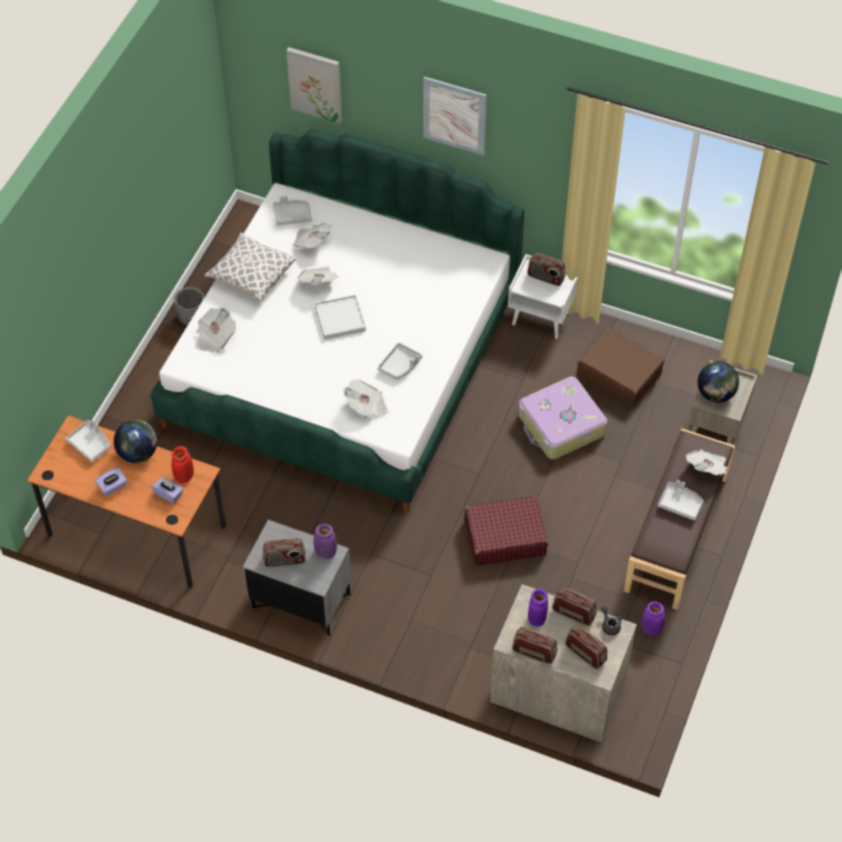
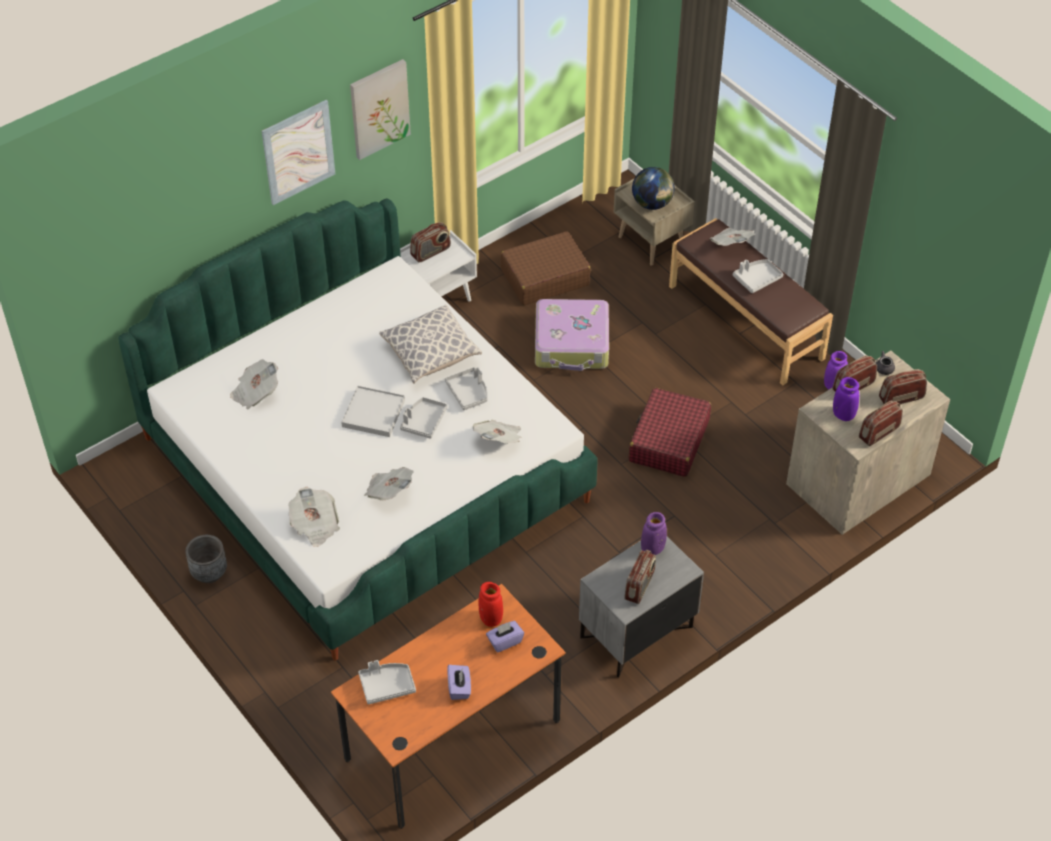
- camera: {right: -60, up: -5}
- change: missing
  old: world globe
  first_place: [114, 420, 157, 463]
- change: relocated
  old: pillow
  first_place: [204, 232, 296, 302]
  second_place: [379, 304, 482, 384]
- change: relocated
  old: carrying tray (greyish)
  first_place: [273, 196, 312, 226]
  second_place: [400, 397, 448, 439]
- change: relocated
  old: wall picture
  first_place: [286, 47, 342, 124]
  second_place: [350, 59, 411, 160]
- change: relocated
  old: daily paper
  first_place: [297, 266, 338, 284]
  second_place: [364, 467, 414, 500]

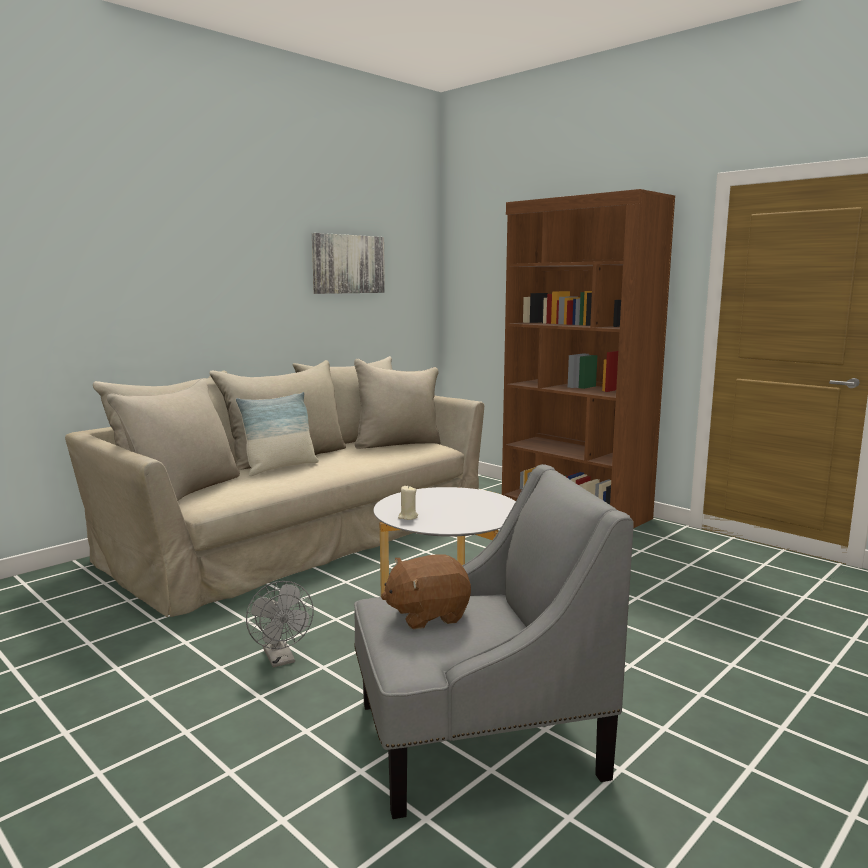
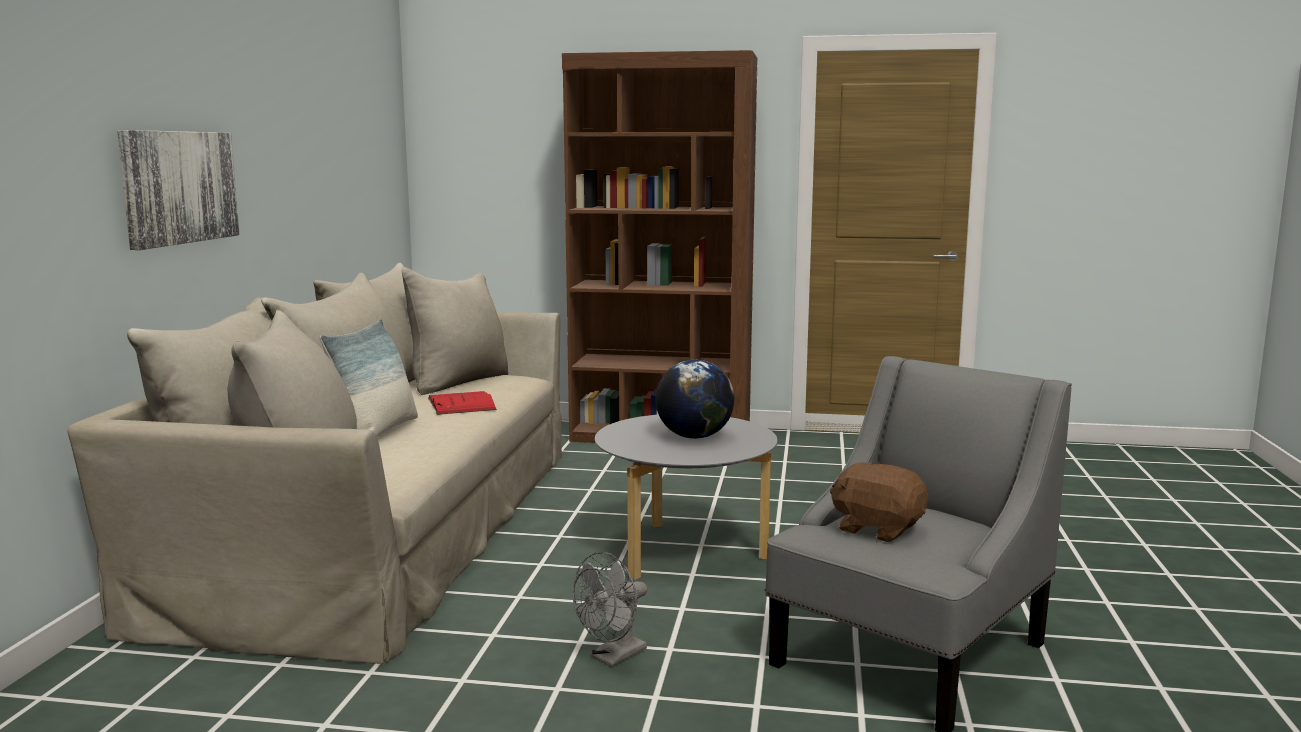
- camera: {right: -35, up: 0}
- change: spun
  old: fan (greyish)
  first_place: [246, 581, 314, 667]
  second_place: [573, 552, 647, 667]
  degrees: 105
- change: relocated
  old: wall picture
  first_place: [312, 233, 385, 294]
  second_place: [117, 130, 240, 250]
- change: spun
  old: plush toy (brown)
  first_place: [381, 554, 471, 629]
  second_place: [830, 461, 928, 542]
  degrees: 90
- change: missing
  old: candle (sand-coloured)
  first_place: [398, 486, 418, 520]
- change: appeared
  new: volume (reddish)
  second_place: [428, 391, 497, 415]
- change: appeared
  new: world globe
  second_place: [655, 360, 735, 439]

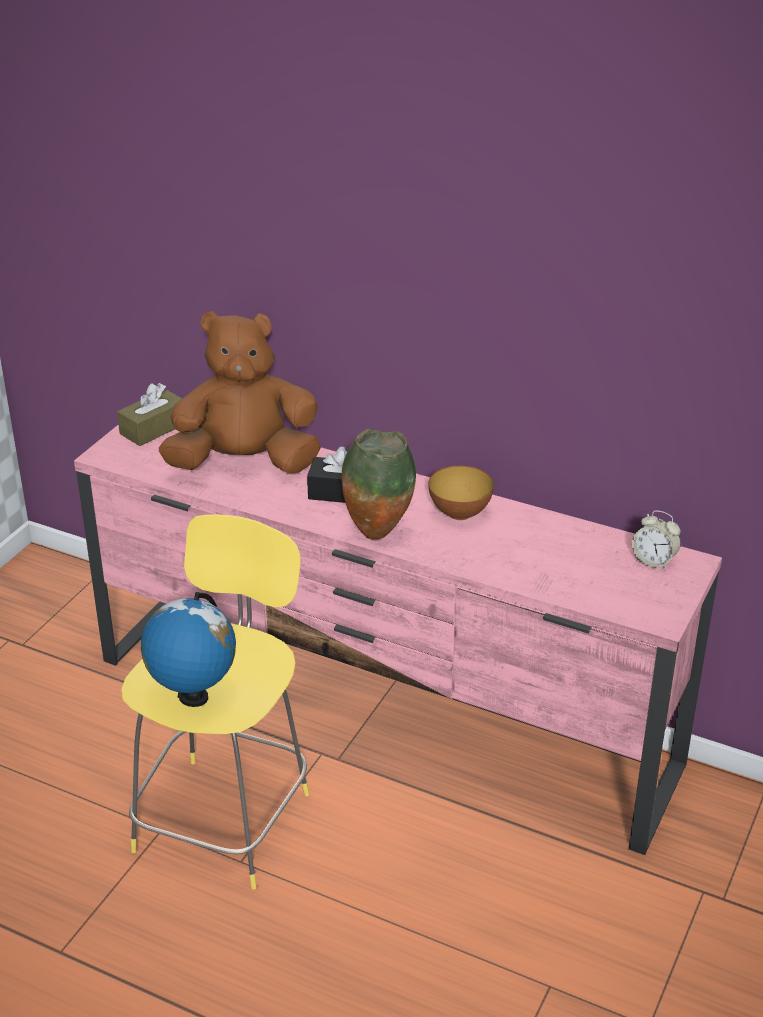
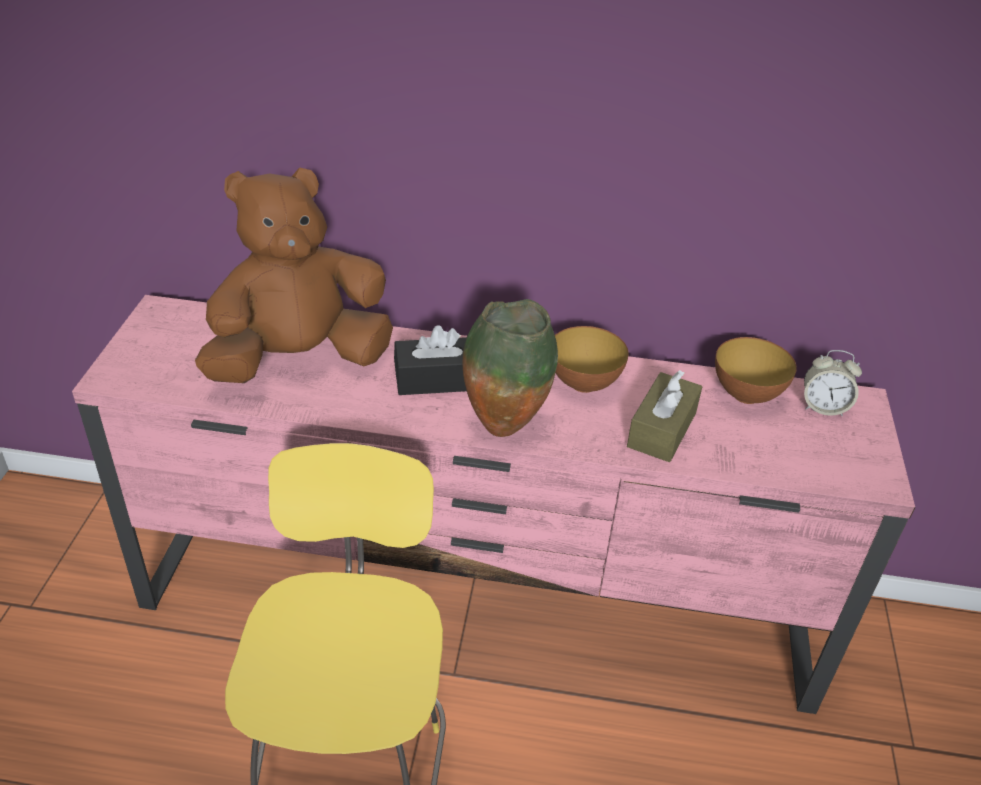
- camera: {right: -20, up: 5}
- change: relocated
  old: tissue holder (brown)
  first_place: [117, 383, 182, 446]
  second_place: [627, 370, 702, 462]
- change: missing
  old: world globe
  first_place: [141, 592, 236, 707]
- change: appeared
  new: deep dish
  second_place: [715, 337, 797, 404]

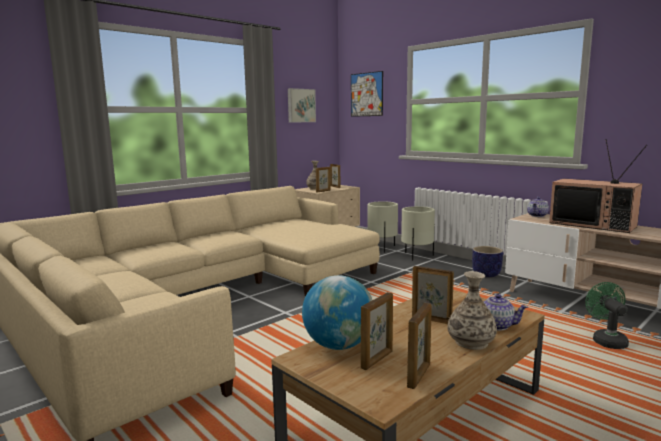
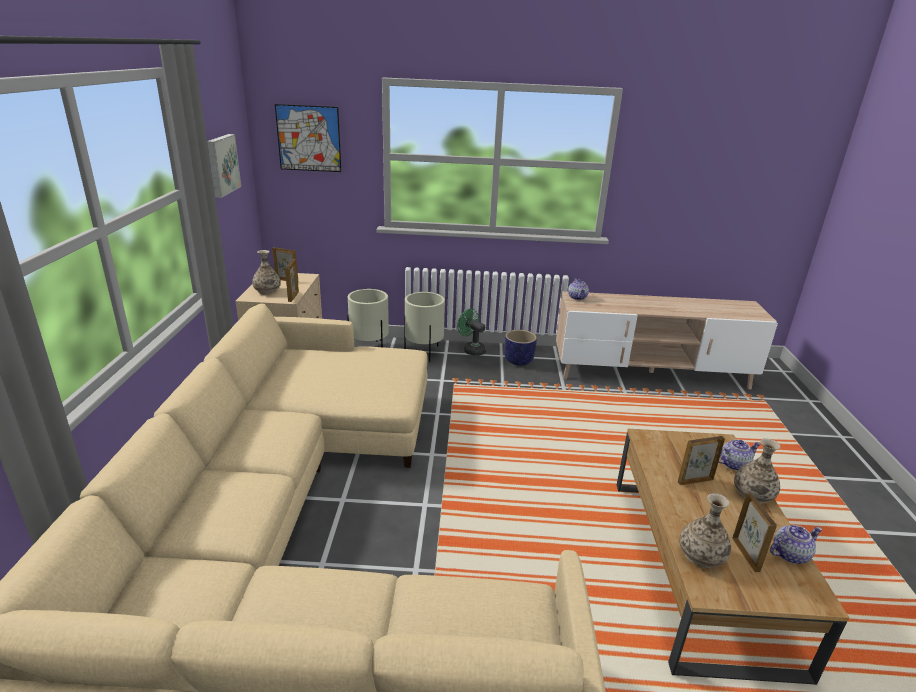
- camera: {right: -45, up: 15}
- change: exchanged
  old: world globe
  new: flower vase
  first_place: [302, 275, 372, 350]
  second_place: [680, 493, 731, 568]
- change: exchanged
  old: standing frame
  new: tea pot
  first_place: [407, 303, 432, 389]
  second_place: [770, 525, 822, 564]
- change: missing
  old: TV
  first_place: [549, 139, 647, 233]
- change: relocated
  old: fan (greenish)
  first_place: [585, 282, 629, 349]
  second_place: [457, 309, 486, 356]

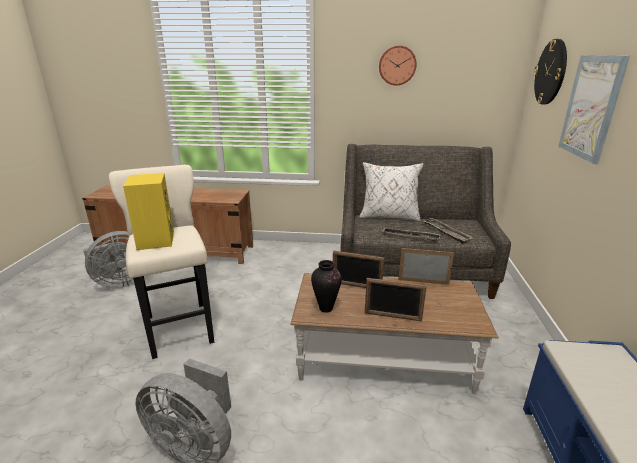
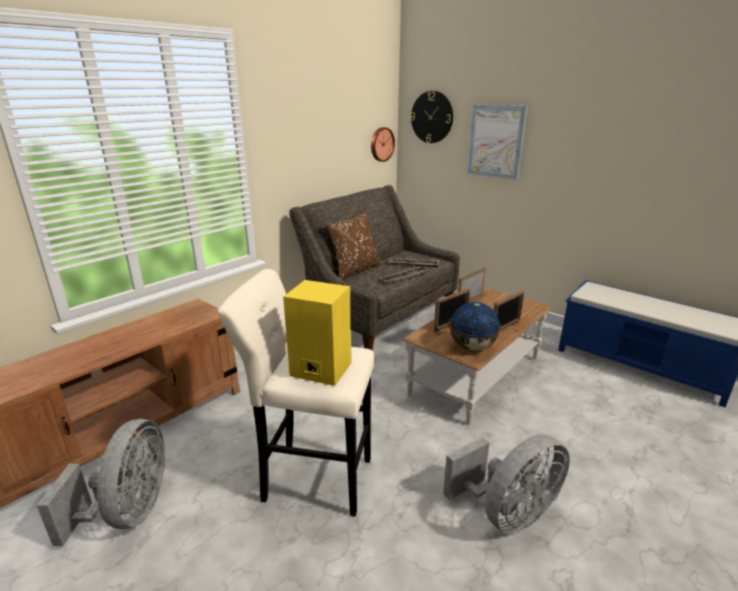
- camera: {right: -55, up: 0}
- change: exchanged
  old: flower vase
  new: world globe
  first_place: [311, 260, 342, 313]
  second_place: [449, 302, 501, 351]
- change: colour
  old: pillow (white)
  new: pillow (brown)
  first_place: [360, 162, 423, 221]
  second_place: [324, 211, 382, 279]
- change: relocated
  old: clock on the wall
  first_place: [379, 45, 417, 85]
  second_place: [371, 127, 395, 162]

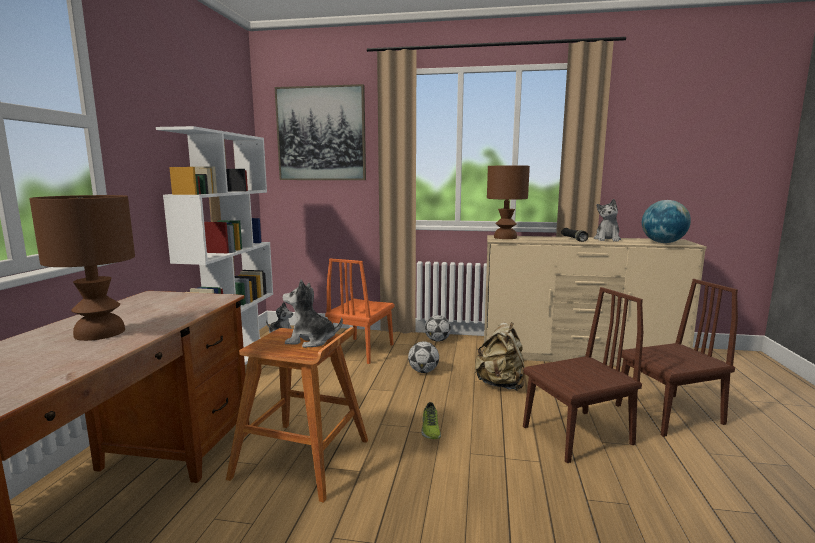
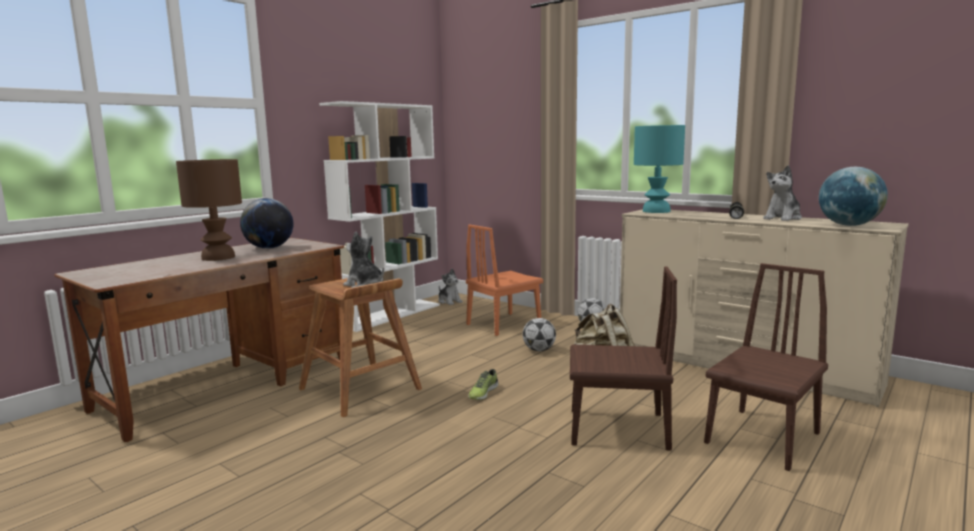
- camera: {right: 30, up: 0}
- change: missing
  old: wall picture
  first_place: [275, 84, 366, 180]
- change: colour
  old: table lamp (brown)
  new: table lamp (blue-green)
  first_place: [487, 165, 530, 239]
  second_place: [634, 125, 685, 213]
- change: spun
  old: plain chair (brown)
  first_place: [616, 279, 738, 437]
  second_place: [704, 263, 828, 471]
  degrees: -60
- change: appeared
  new: world globe
  second_place: [240, 198, 293, 249]

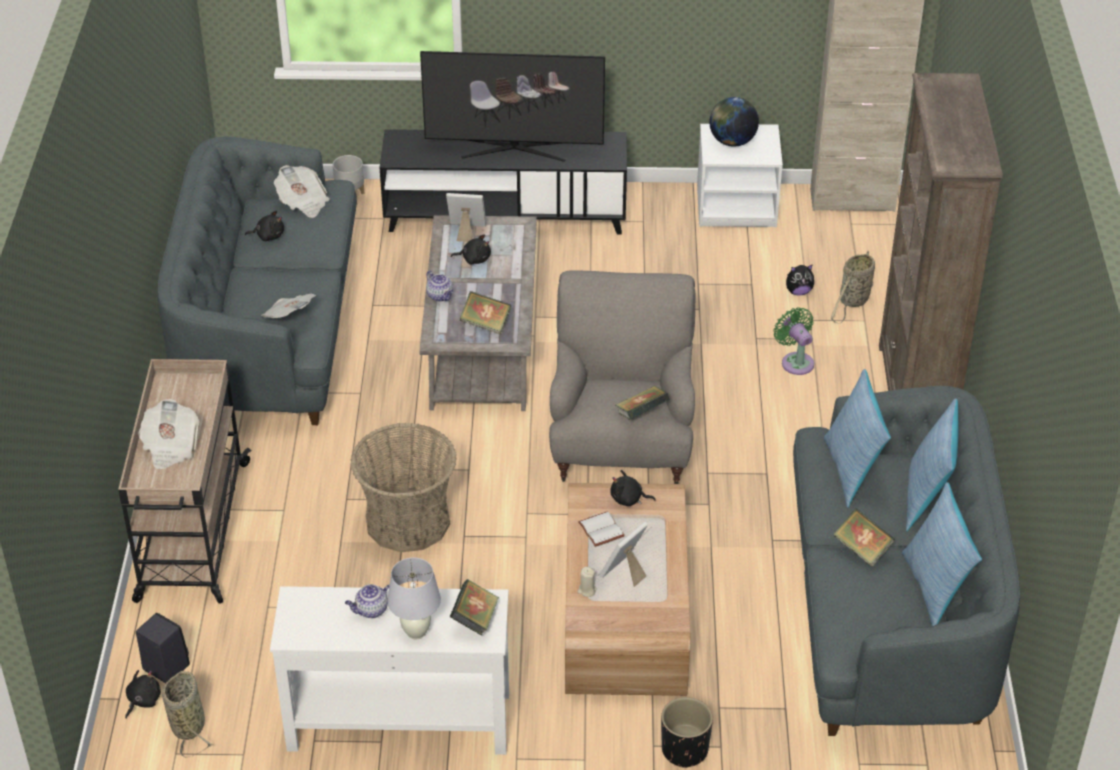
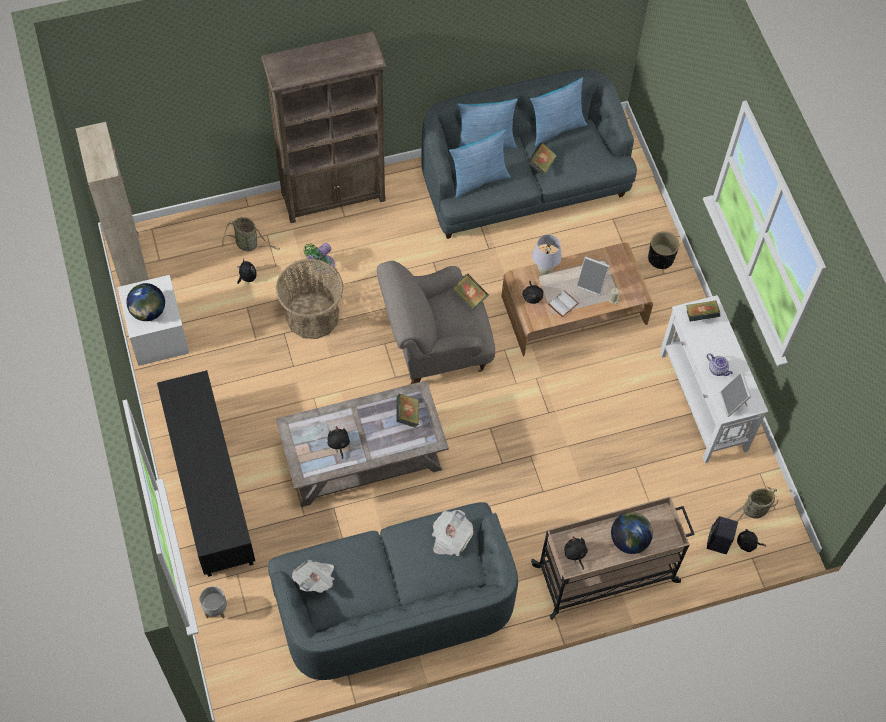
- camera: {right: -110, up: 20}
- change: exchanged
  old: daily paper
  new: world globe
  first_place: [138, 399, 199, 469]
  second_place: [611, 512, 653, 554]
- change: relocated
  old: plush toy (black)
  first_place: [245, 211, 284, 241]
  second_place: [564, 536, 588, 570]
- change: relocated
  old: storage basket
  first_place: [351, 423, 457, 552]
  second_place: [276, 259, 343, 339]
- change: relocated
  old: table lamp (white)
  first_place: [387, 558, 441, 639]
  second_place: [532, 235, 562, 275]
- change: missing
  old: TV
  first_place: [420, 51, 605, 162]
- change: missing
  old: tea pot
  first_place: [426, 271, 453, 302]
- change: relocated
  old: standing frame
  first_place: [446, 193, 487, 242]
  second_place: [720, 372, 751, 417]

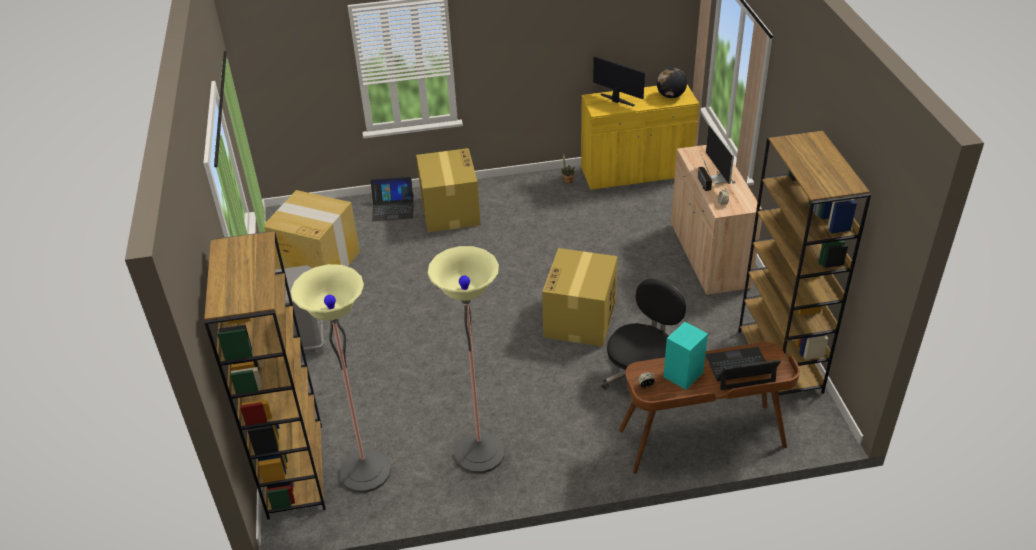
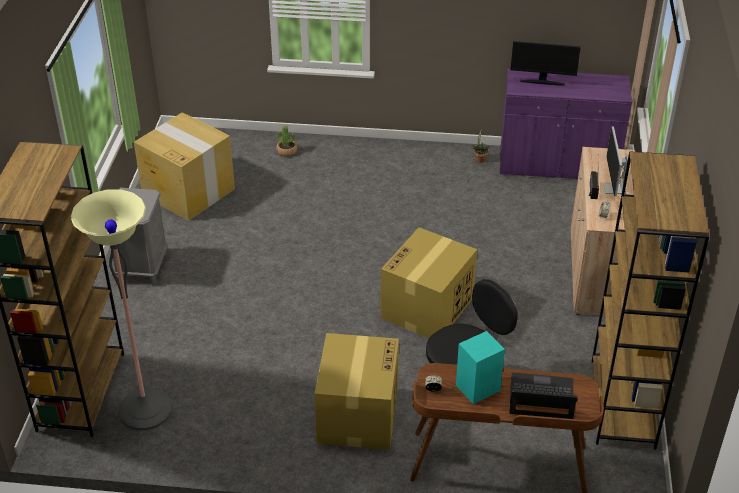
- camera: {right: 15, up: 0}
- change: exchanged
  old: laptop
  new: houseplant
  first_place: [371, 177, 414, 221]
  second_place: [277, 125, 297, 157]
- change: relocated
  old: packing box
  first_place: [416, 148, 481, 232]
  second_place: [314, 333, 399, 450]
- change: missing
  old: standing lamp
  first_place: [427, 246, 505, 473]
- change: colour
  old: cabinet (yellow-coloured)
  new: cabinet (purple-coloured)
  first_place: [581, 85, 699, 190]
  second_place: [500, 69, 632, 179]
- change: spun
  old: computer screen
  first_place: [593, 56, 645, 107]
  second_place: [511, 41, 581, 86]
  degrees: 135
- change: missing
  old: world globe
  first_place: [657, 68, 687, 98]

